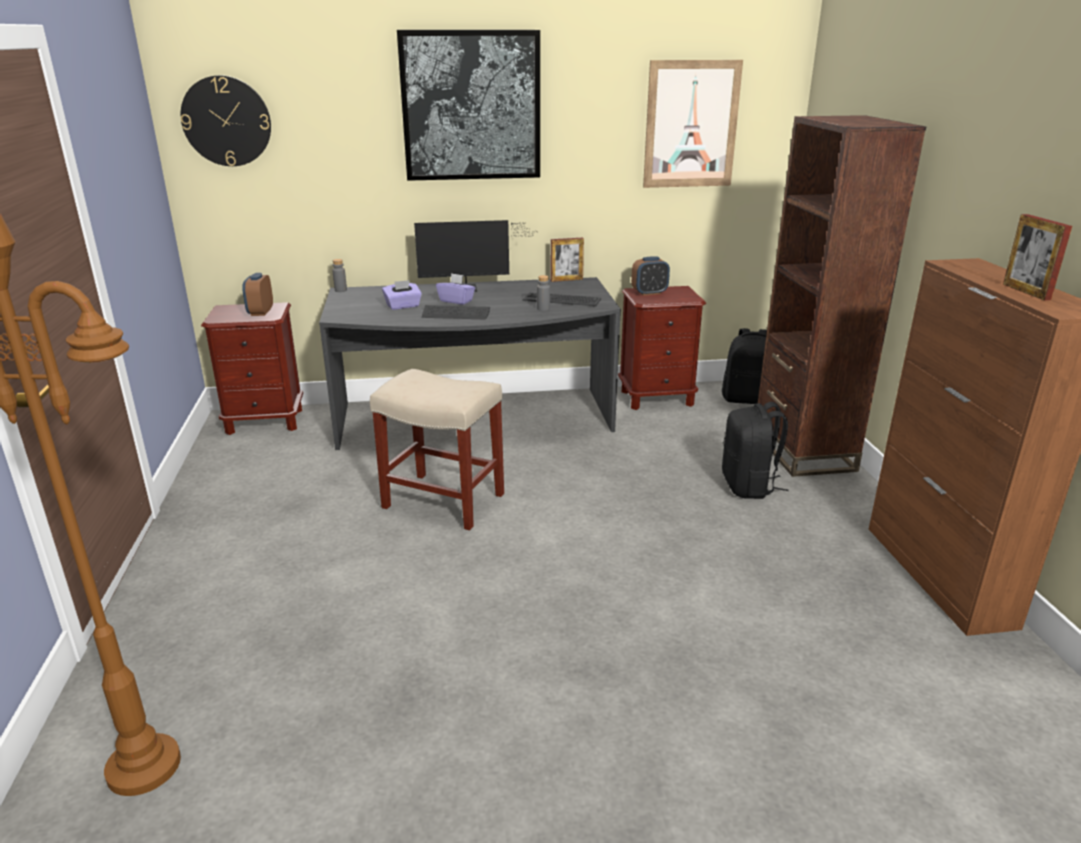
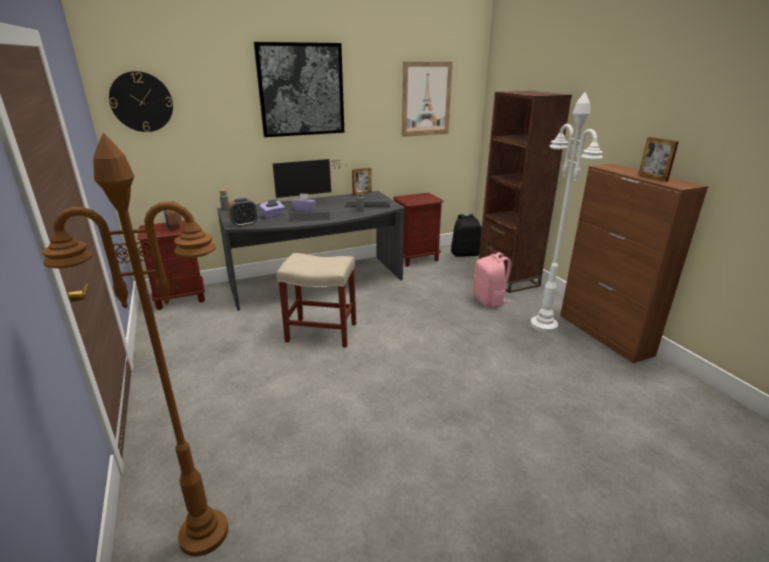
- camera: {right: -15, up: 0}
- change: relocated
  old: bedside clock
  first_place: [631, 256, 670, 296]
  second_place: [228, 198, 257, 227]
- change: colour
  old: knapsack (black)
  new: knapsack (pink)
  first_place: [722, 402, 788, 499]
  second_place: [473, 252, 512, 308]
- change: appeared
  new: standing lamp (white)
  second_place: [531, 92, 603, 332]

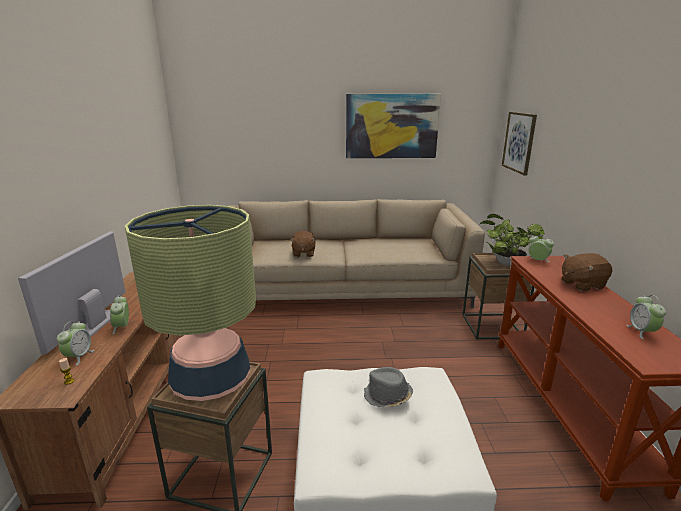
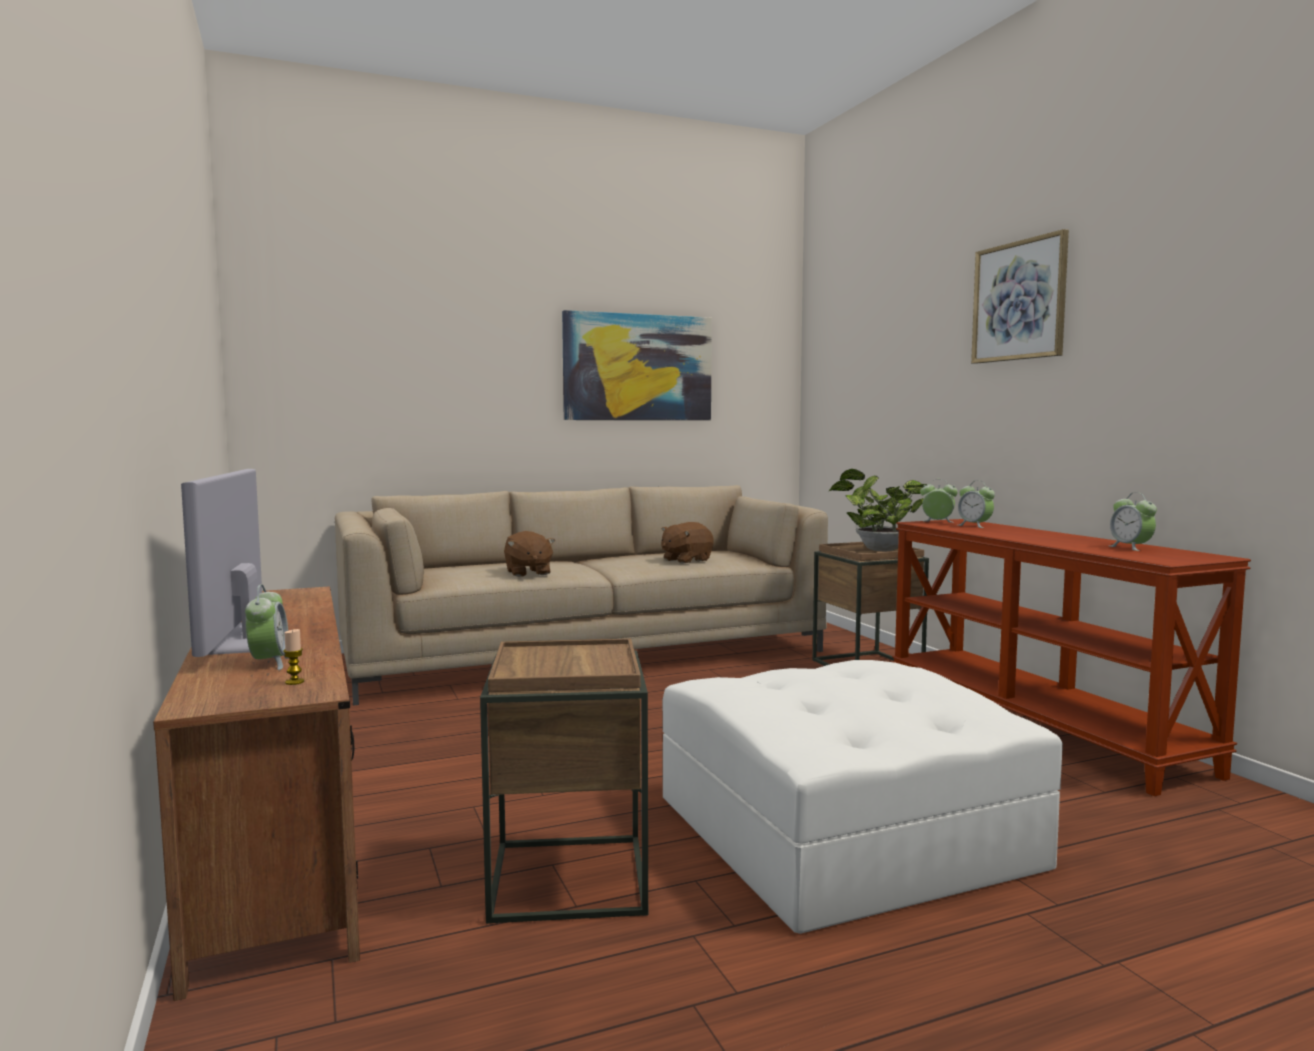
- camera: {right: -20, up: -15}
- change: relocated
  old: bedside clock
  first_place: [110, 295, 129, 335]
  second_place: [958, 481, 995, 528]
- change: missing
  old: table lamp
  first_place: [125, 205, 256, 401]
- change: missing
  old: clothing hat (greyish)
  first_place: [364, 367, 413, 407]
- change: relocated
  old: wall picture
  first_place: [502, 112, 537, 175]
  second_place: [971, 229, 1069, 364]
- change: relocated
  old: plush toy (brown)
  first_place: [561, 253, 612, 291]
  second_place: [661, 522, 714, 564]

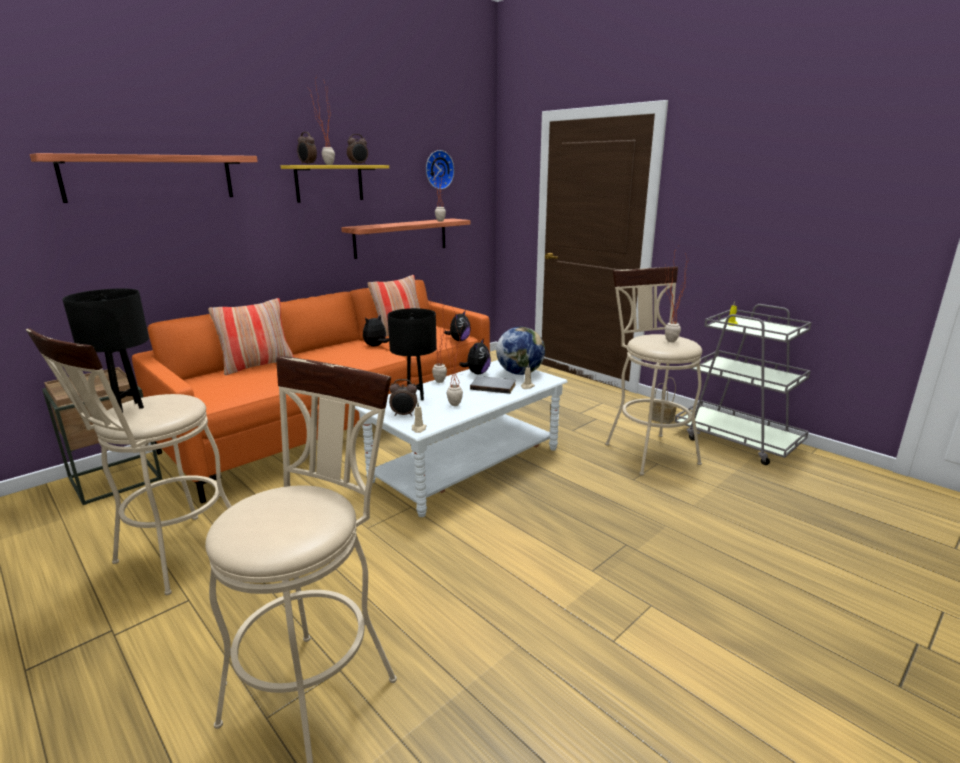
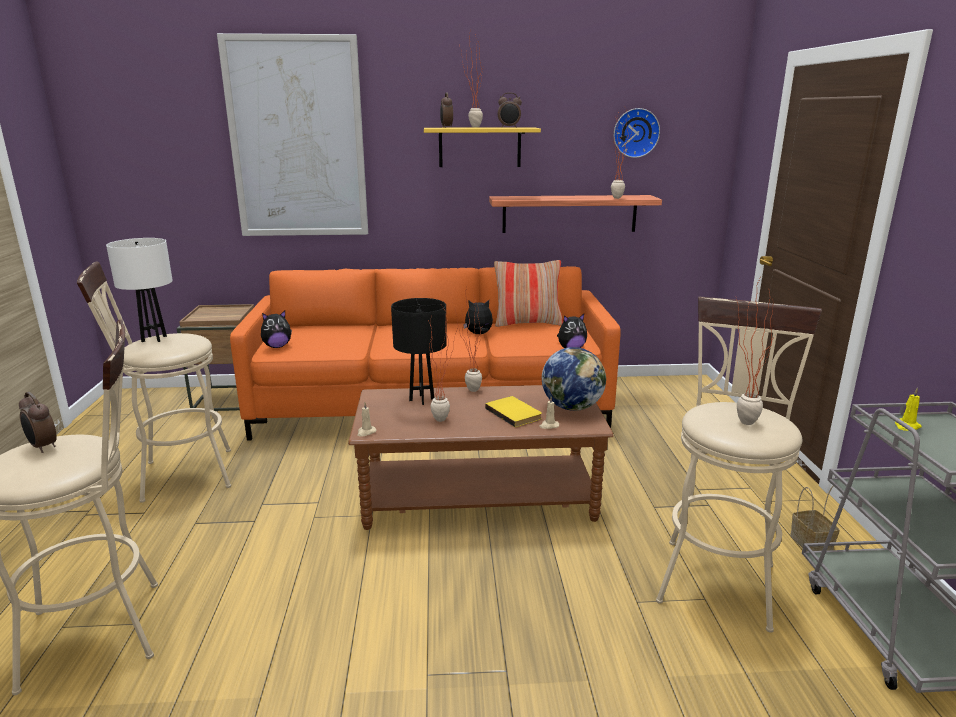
- camera: {right: 40, up: 0}
- change: exchanged
  old: bracket shelf
  new: wall picture
  first_place: [30, 153, 258, 203]
  second_place: [217, 33, 368, 236]
- change: colour
  old: table lamp (black)
  new: table lamp (white)
  first_place: [62, 288, 149, 413]
  second_place: [106, 238, 173, 342]
- change: missing
  old: pillow
  first_place: [208, 298, 294, 375]
- change: colour
  old: coffee table (white)
  new: coffee table (brown)
  first_place: [355, 360, 567, 517]
  second_place: [348, 385, 613, 530]
- change: relocated
  old: bedside clock
  first_place: [389, 379, 417, 416]
  second_place: [19, 392, 57, 453]
- change: relocated
  old: plush toy
  first_place: [459, 338, 491, 374]
  second_place: [261, 311, 292, 348]
- change: colour
  old: volume (greyish)
  new: volume (yellow-coloured)
  first_place: [470, 376, 516, 394]
  second_place: [485, 396, 542, 427]

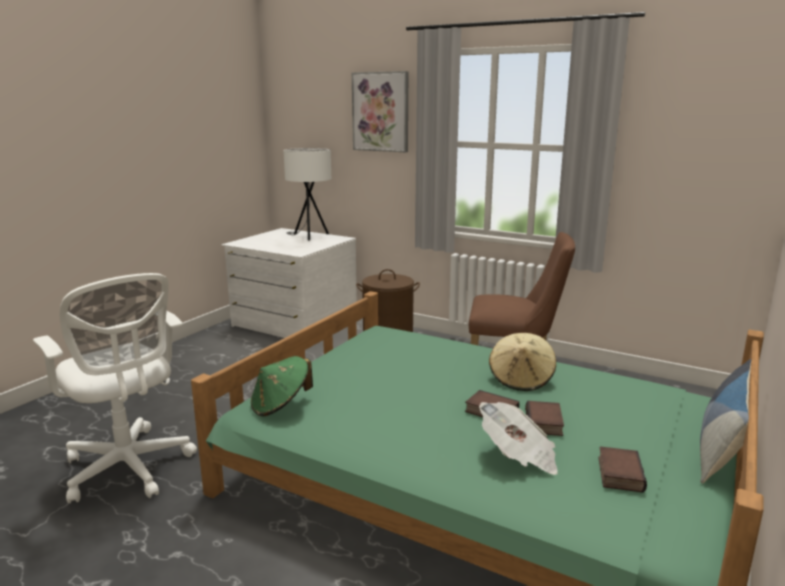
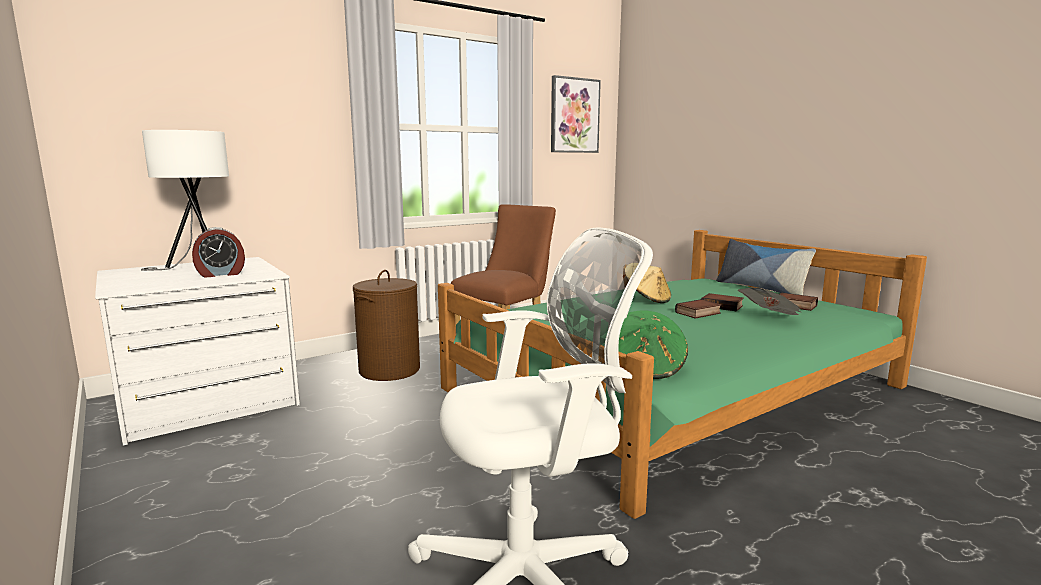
- camera: {right: -65, up: -5}
- change: relocated
  old: wall picture
  first_place: [352, 71, 408, 152]
  second_place: [551, 75, 601, 153]
- change: appeared
  new: bedside clock
  second_place: [192, 227, 245, 277]

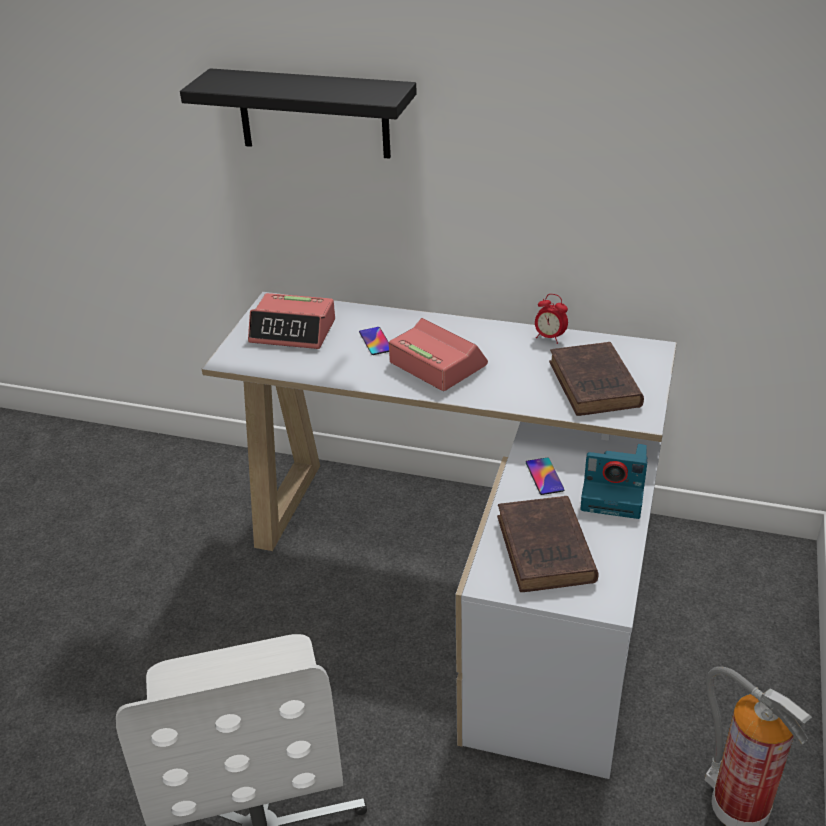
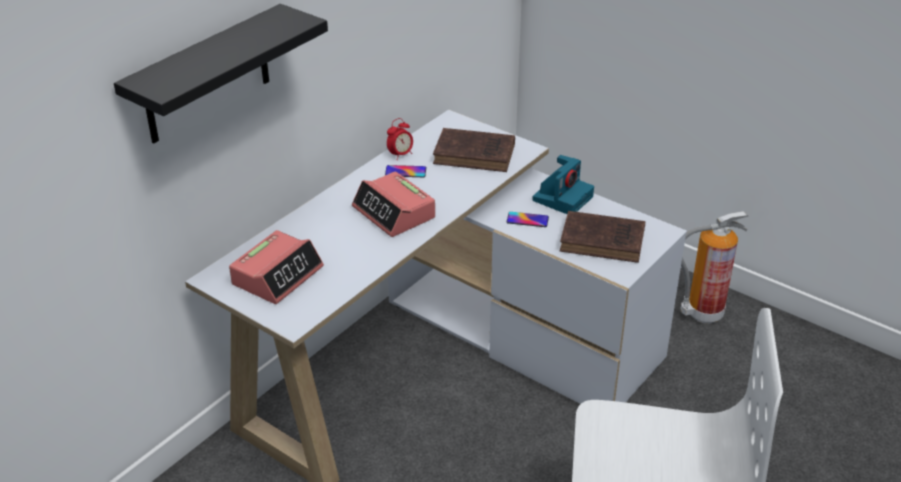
- camera: {right: -70, up: 0}
- change: relocated
  old: telephone
  first_place: [359, 327, 389, 355]
  second_place: [385, 165, 426, 177]
- change: spun
  old: bedside clock
  first_place: [389, 318, 488, 391]
  second_place: [352, 171, 435, 237]
  degrees: -105

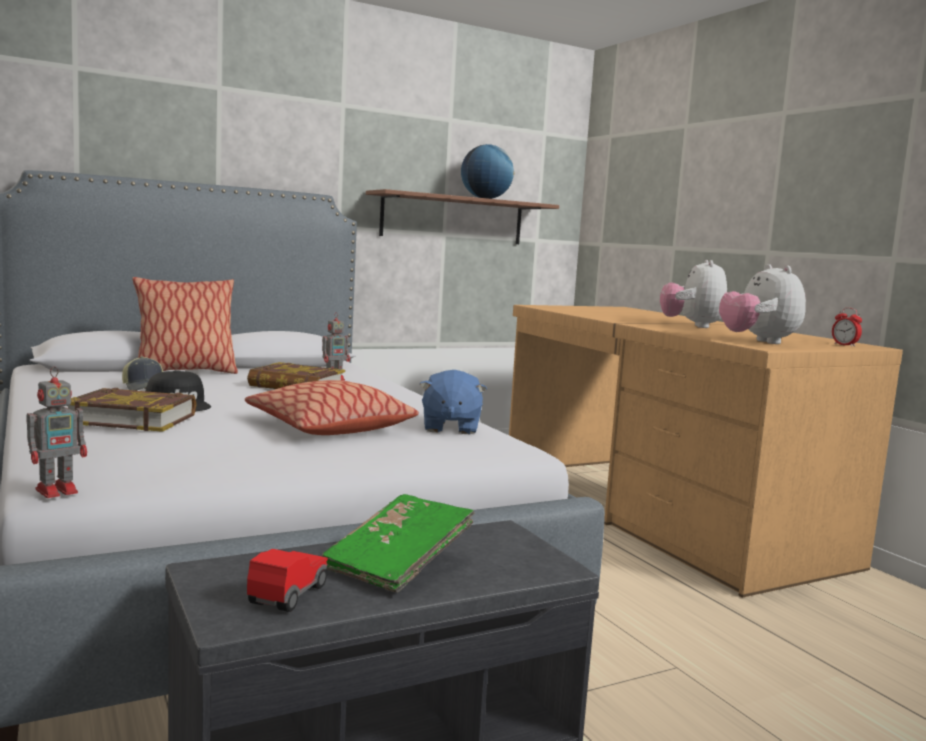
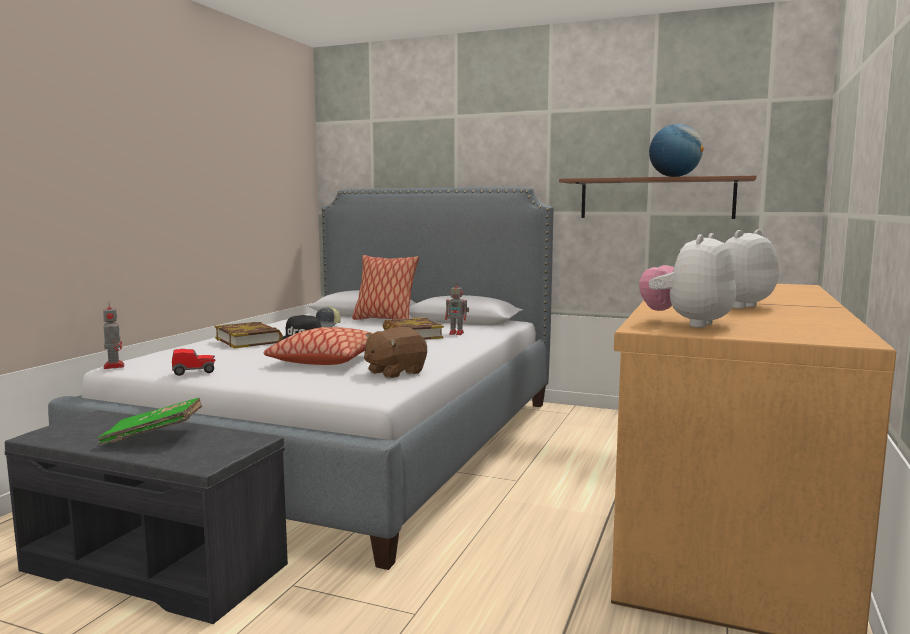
- camera: {right: 50, up: 0}
- change: spun
  old: robot figure
  first_place: [26, 366, 87, 498]
  second_place: [103, 305, 124, 369]
  degrees: -120
- change: relocated
  old: miniature car
  first_place: [246, 549, 328, 612]
  second_place: [172, 349, 216, 376]
- change: colour
  old: plush toy (blue)
  new: plush toy (brown)
  first_place: [419, 370, 487, 434]
  second_place: [364, 327, 427, 379]
- change: missing
  old: bedside clock
  first_place: [832, 308, 862, 347]

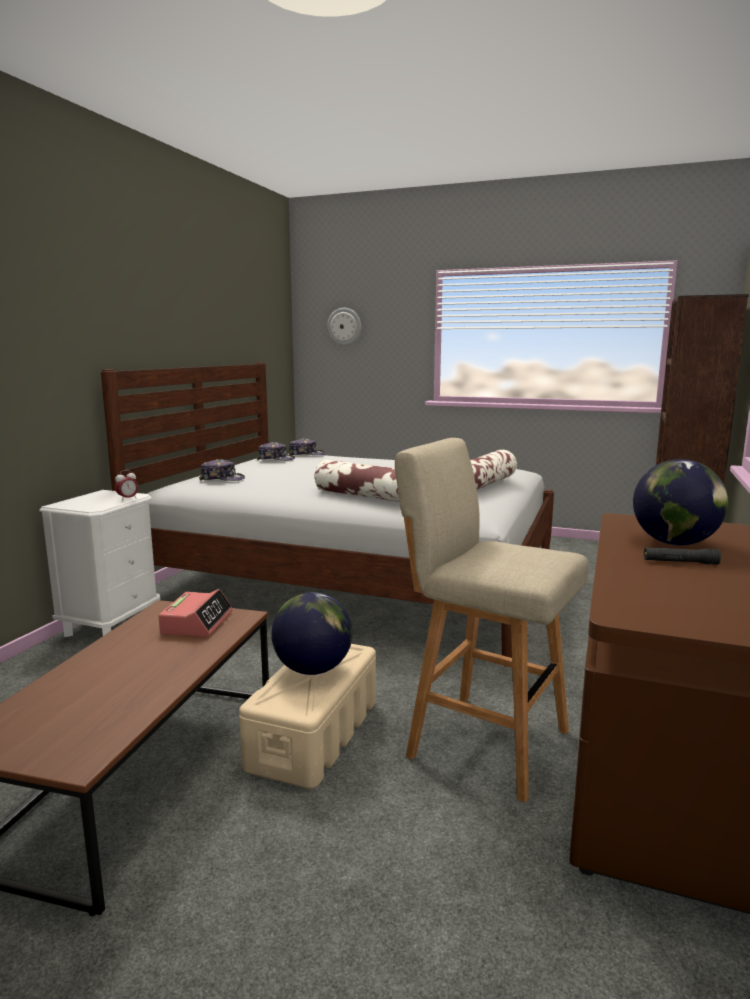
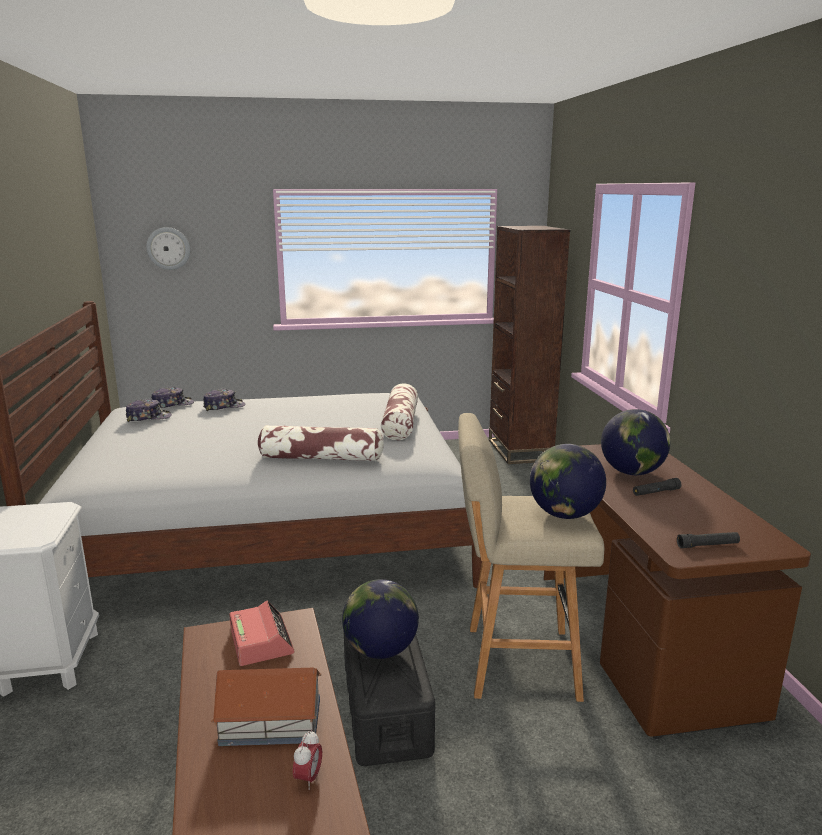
- camera: {right: -30, up: 5}
- change: relocated
  old: bedside clock
  first_place: [115, 470, 138, 501]
  second_place: [293, 730, 322, 790]
- change: relocated
  old: baseball cap
  first_place: [199, 459, 245, 481]
  second_place: [203, 389, 245, 411]
- change: colour
  old: storage container (sand-coloured)
  new: storage container (black)
  first_place: [239, 644, 376, 789]
  second_place: [344, 633, 435, 766]
- change: appeared
  new: miniature house
  second_place: [211, 668, 321, 746]
- change: appeared
  new: world globe
  second_place: [530, 444, 606, 519]
- change: appeared
  new: torch (black)
  second_place: [677, 532, 740, 548]

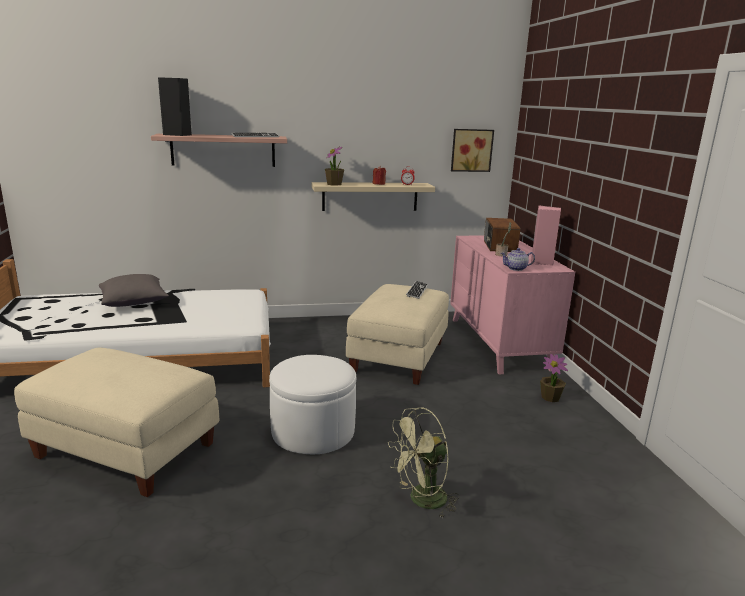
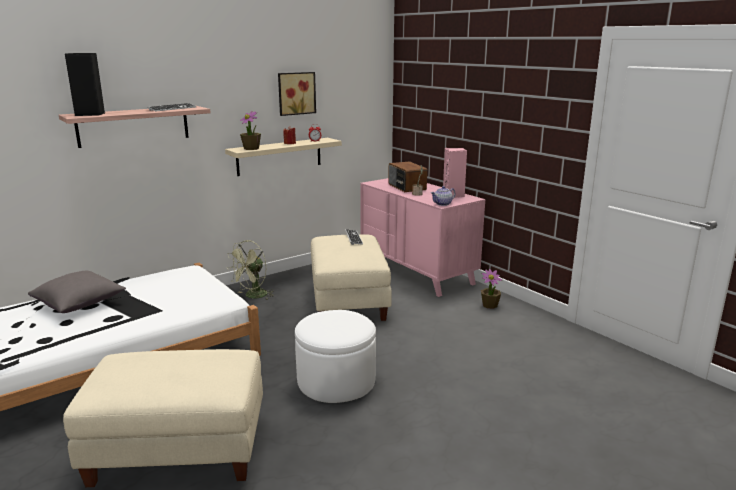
- camera: {right: -25, up: 0}
- change: relocated
  old: fan (greenish)
  first_place: [388, 407, 459, 519]
  second_place: [227, 240, 274, 300]
- change: relocated
  old: wall picture
  first_place: [451, 129, 494, 172]
  second_place: [278, 72, 316, 116]

